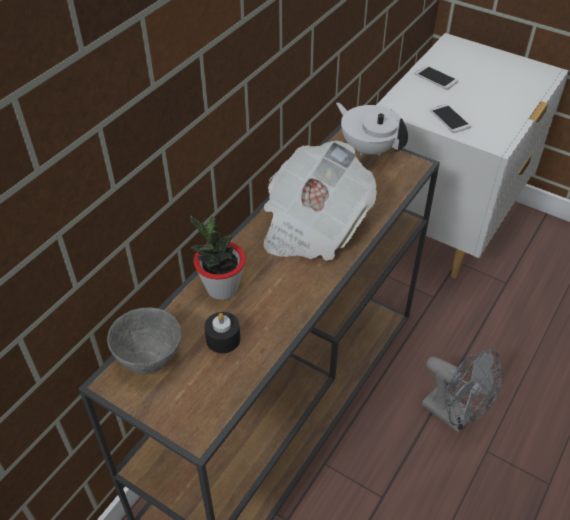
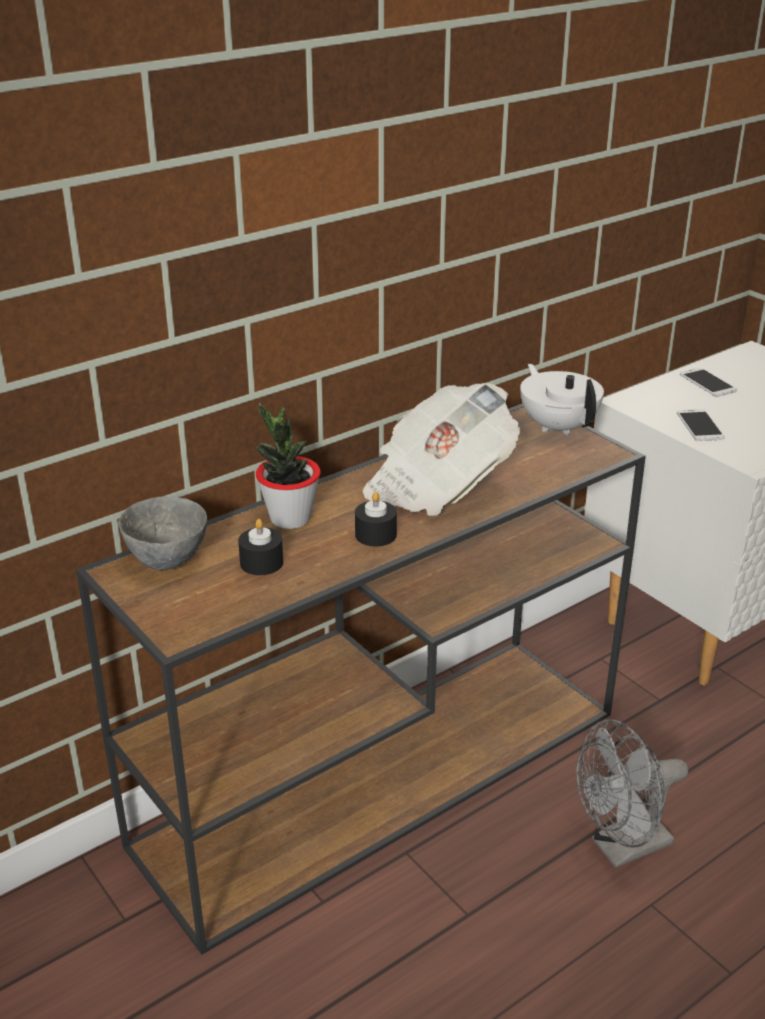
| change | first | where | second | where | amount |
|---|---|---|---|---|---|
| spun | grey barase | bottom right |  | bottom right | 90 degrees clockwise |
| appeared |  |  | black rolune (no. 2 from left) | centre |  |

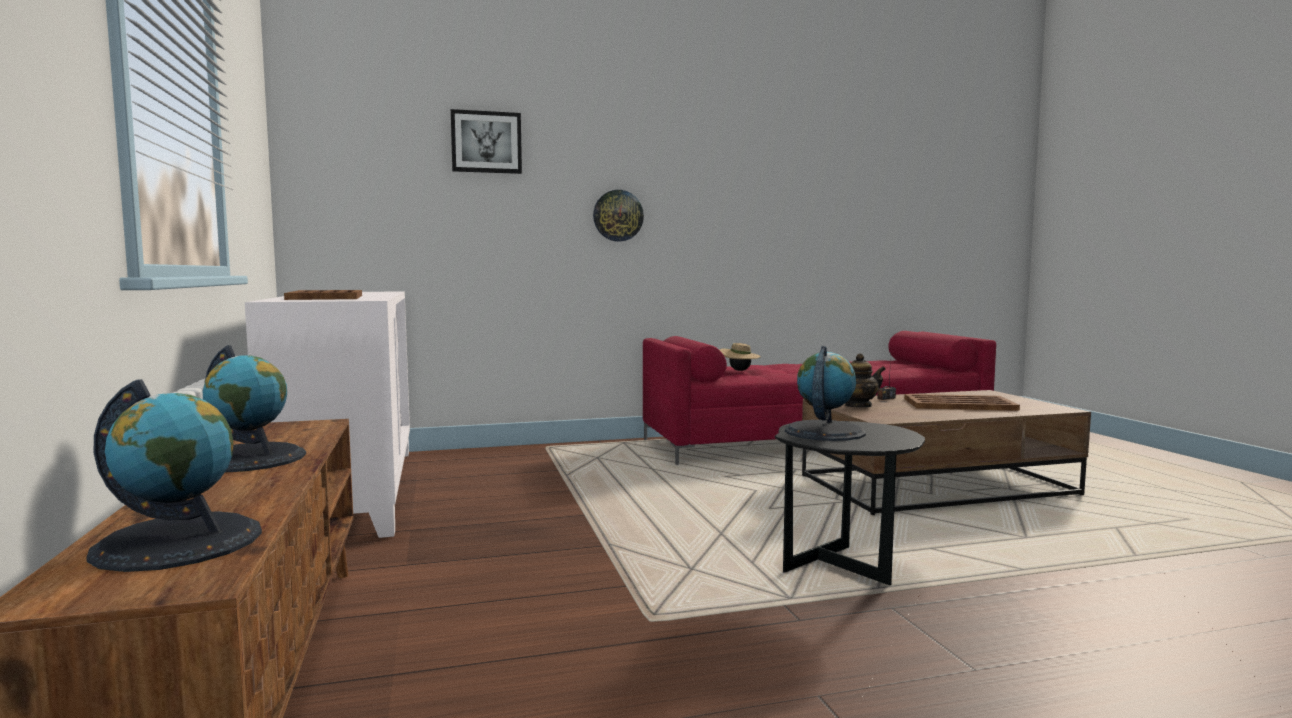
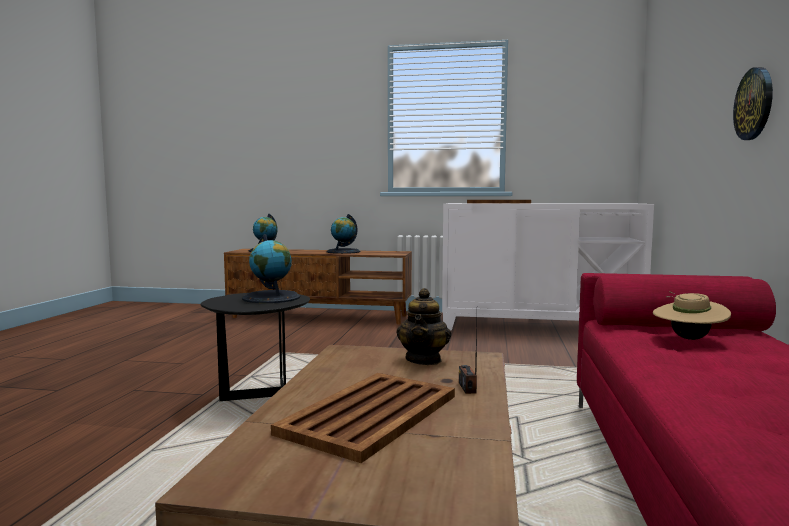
| change | first | where | second | where | amount |
|---|---|---|---|---|---|
| missing | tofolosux | top centre |  |  |  |

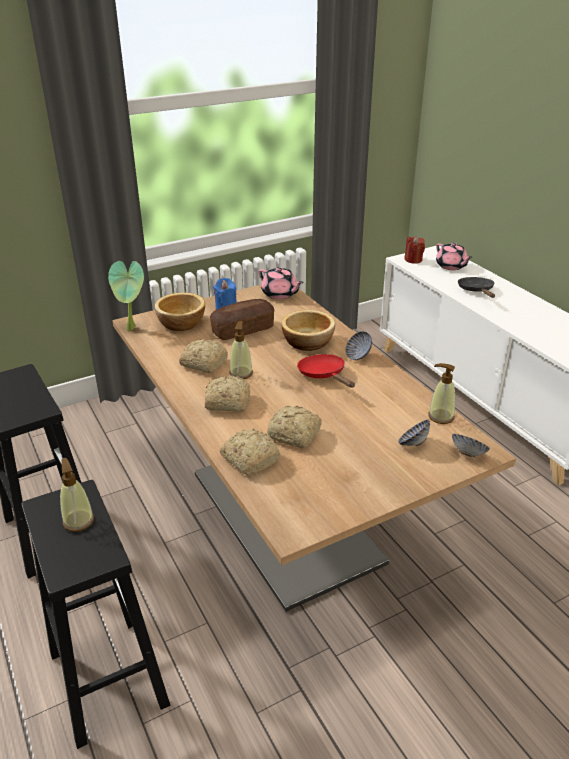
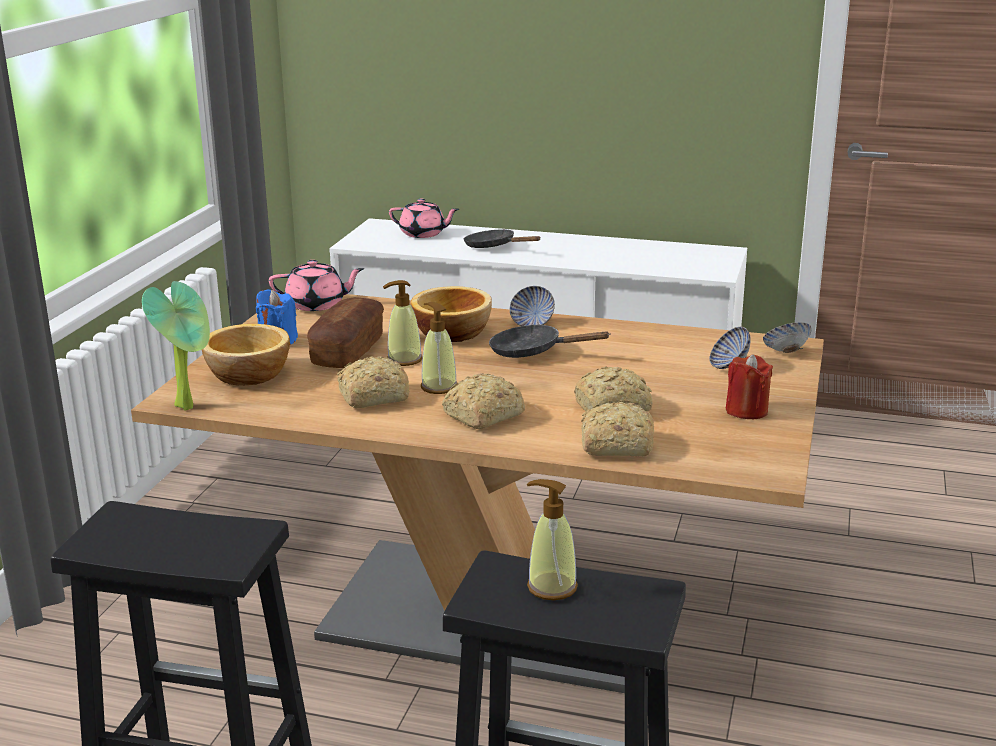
| change | first | where | second | where | amount |
|---|---|---|---|---|---|
| colour | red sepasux | centre | black sepasux (no. 2 from left) | centre |  |
| relocated | red rolune | top right |  | middle right |  |
| relocated | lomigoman (no. 3 from left in the first image) | middle right | lomigoman (no. 1 from left) | centre |  |

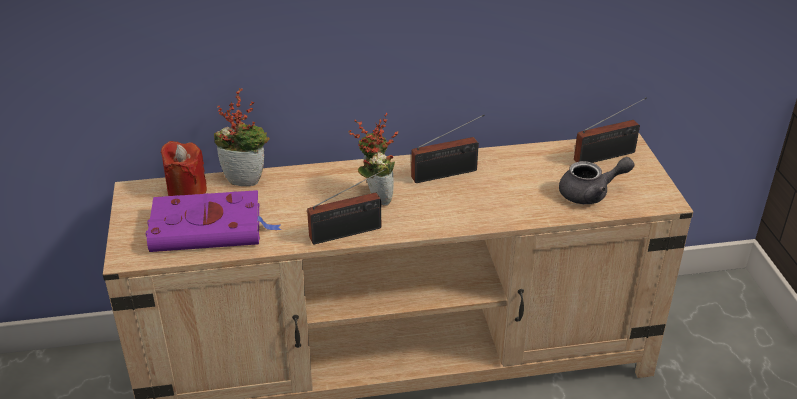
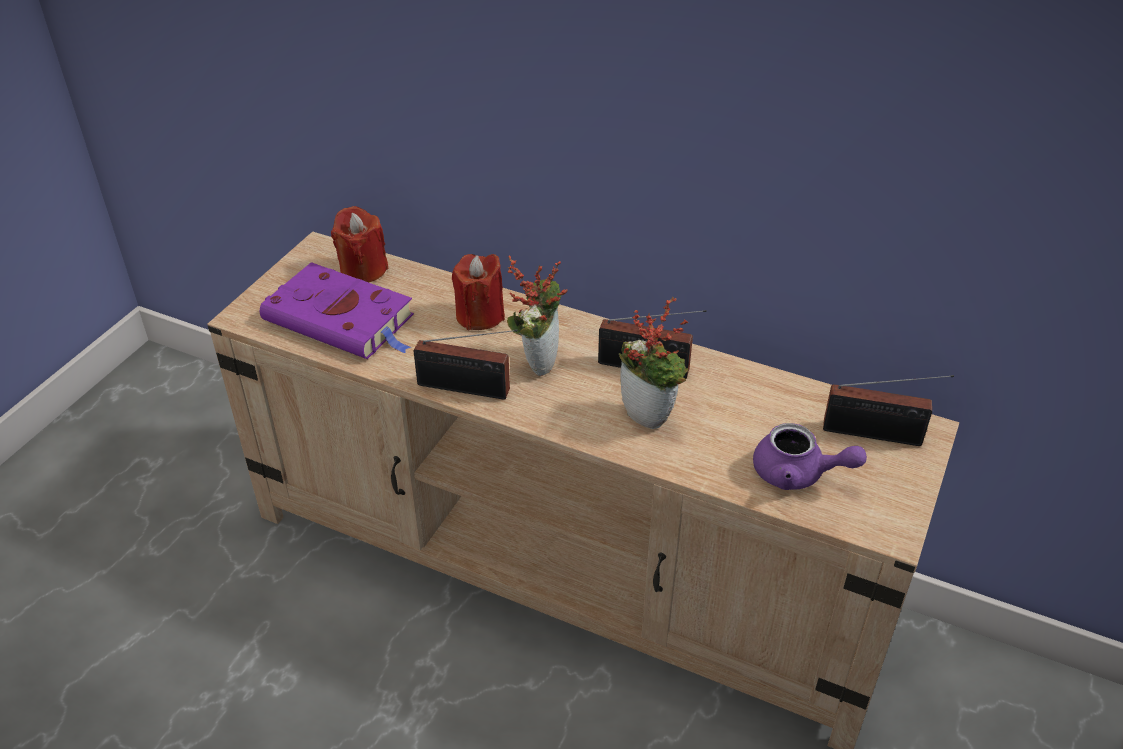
| change | first | where | second | where | amount |
|---|---|---|---|---|---|
| relocated | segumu (no. 1 from left in the first image) | middle left | segumu (no. 2 from left) | centre |  |
| colour | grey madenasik | middle right | purple madenasik | middle right |  |
| appeared |  |  | red rolune (no. 2 from left) | centre |  |

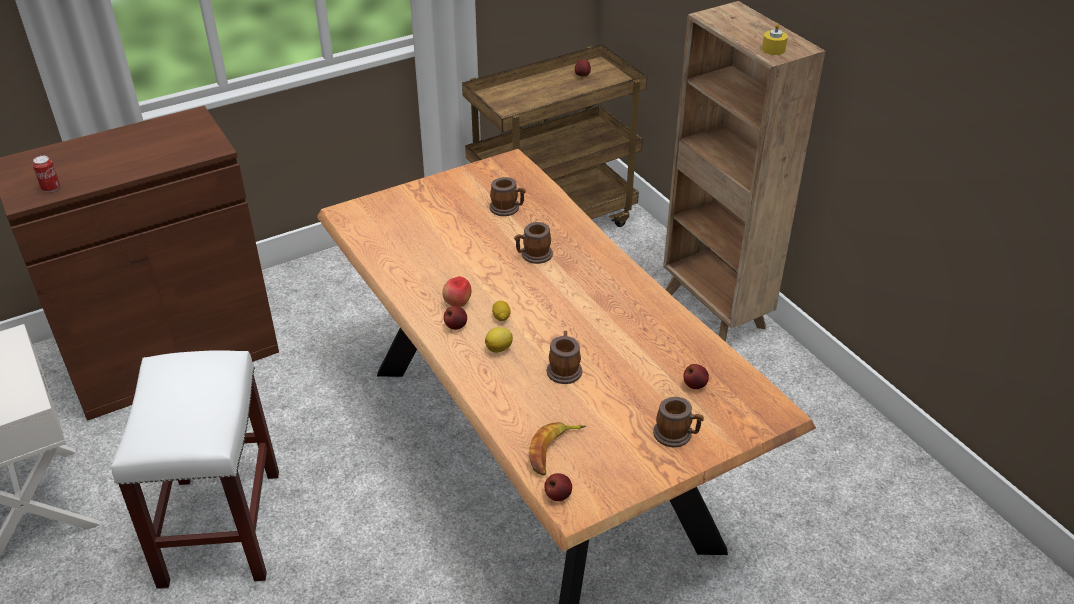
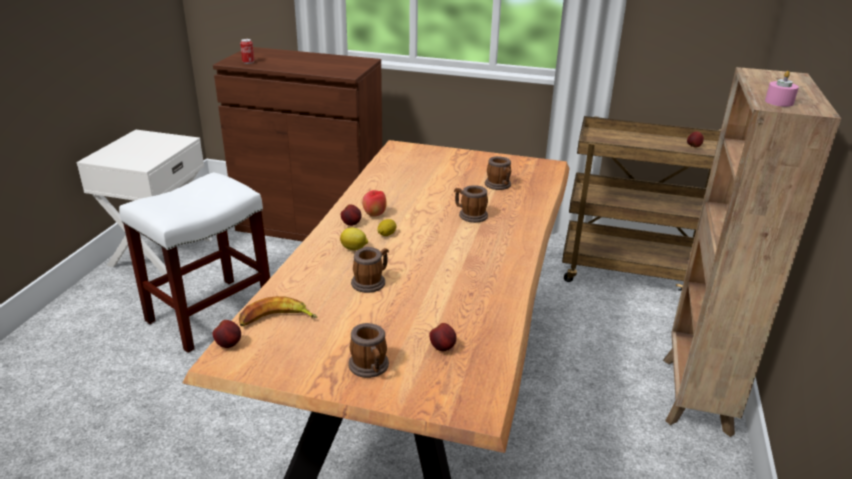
| change | first | where | second | where | amount |
|---|---|---|---|---|---|
| colour | yellow rolune | top right | pink rolune | top right |  |

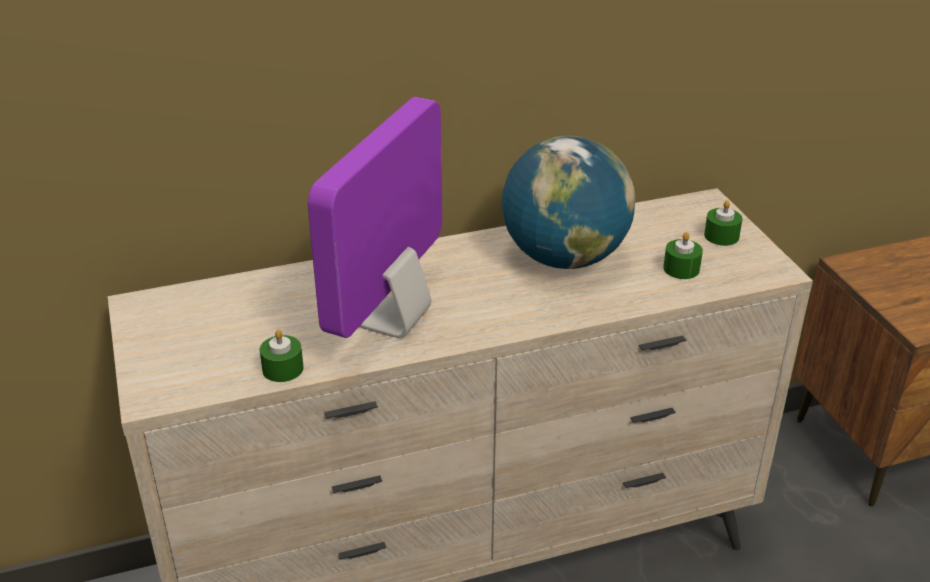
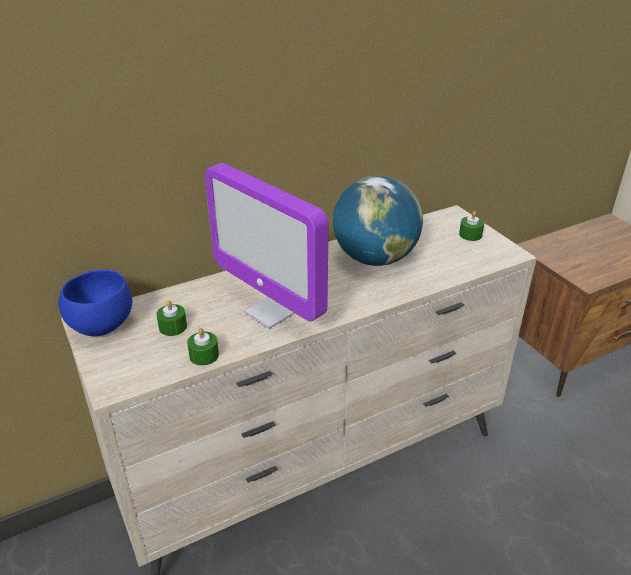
| change | first | where | second | where | amount |
|---|---|---|---|---|---|
| spun | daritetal | centre |  | centre | 60 degrees counterclockwise |
| relocated | green rolune (no. 2 from left in the first image) | middle right | green rolune (no. 1 from left) | middle left |  |
| appeared |  |  | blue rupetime | middle left |  |

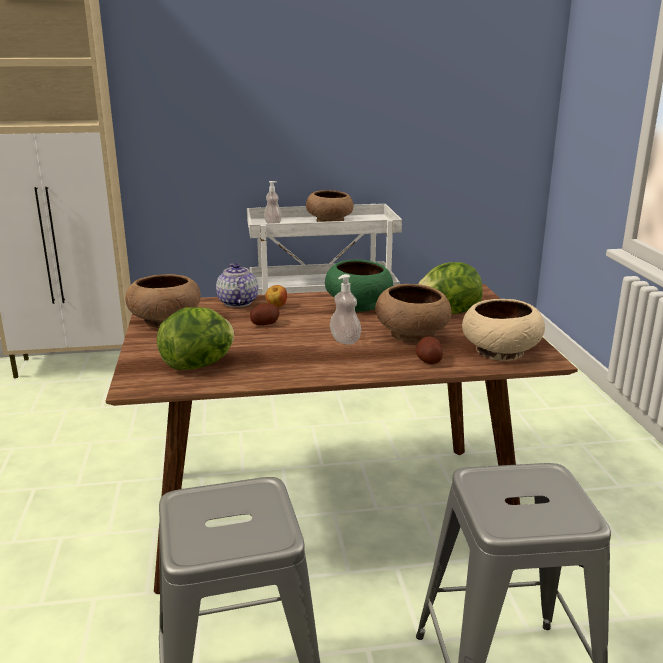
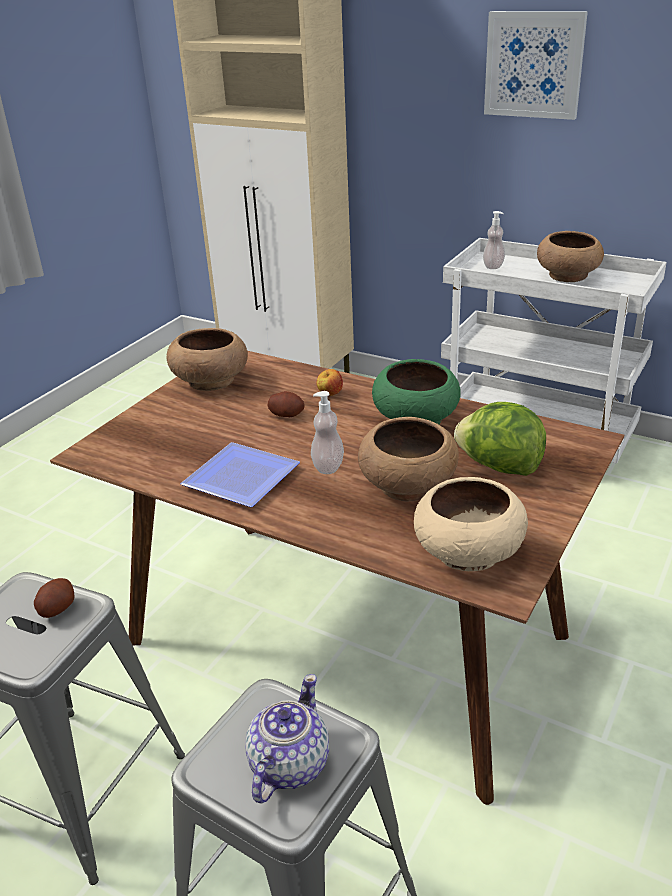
| change | first | where | second | where | amount |
|---|---|---|---|---|---|
| missing | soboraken (no. 1 from left) | middle left |  |  |  |
| relocated | madenasik | centre |  | bottom centre |  |
| relocated | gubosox (no. 2 from left in the first image) | centre | gubosox (no. 1 from left) | bottom left |  |
| appeared |  |  | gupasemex | centre |  |
| appeared |  |  | tofolosux | top right |  |

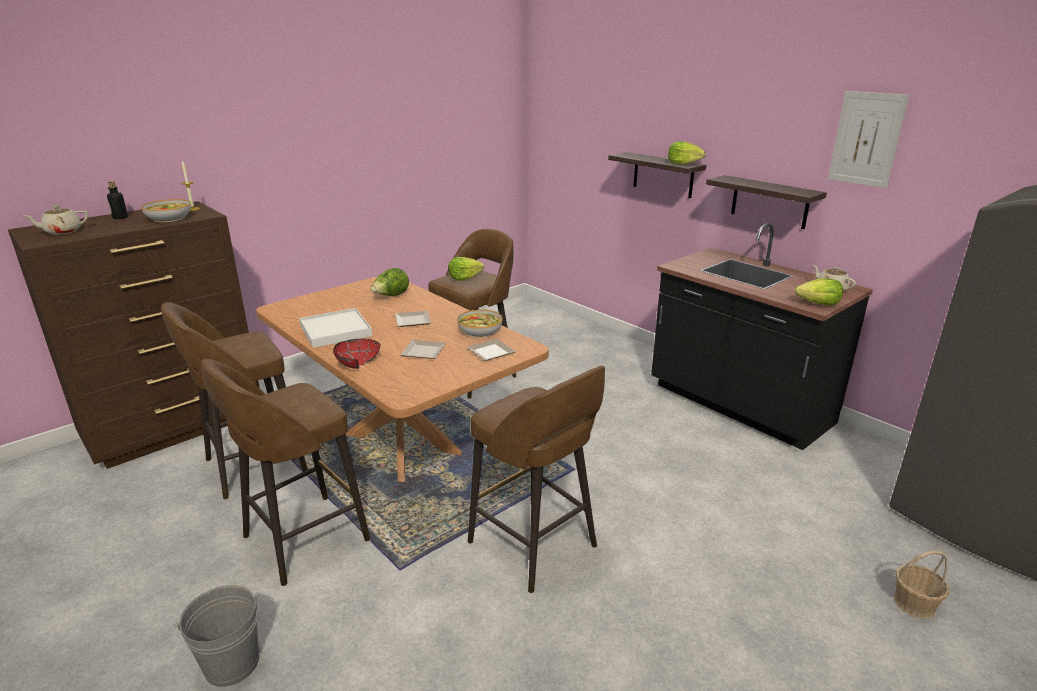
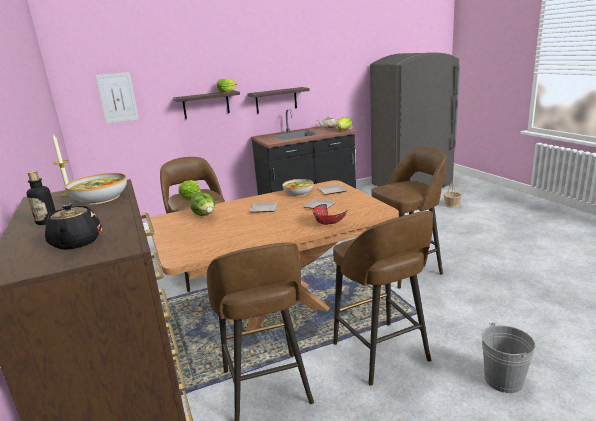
| change | first | where | second | where | amount |
|---|---|---|---|---|---|
| colour | beige madenasik (no. 1 from left) | top left | black madenasik | middle left |  |
| missing | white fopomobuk | middle left |  |  |  |
| relocated | tofolosux | top right |  | top left |  |

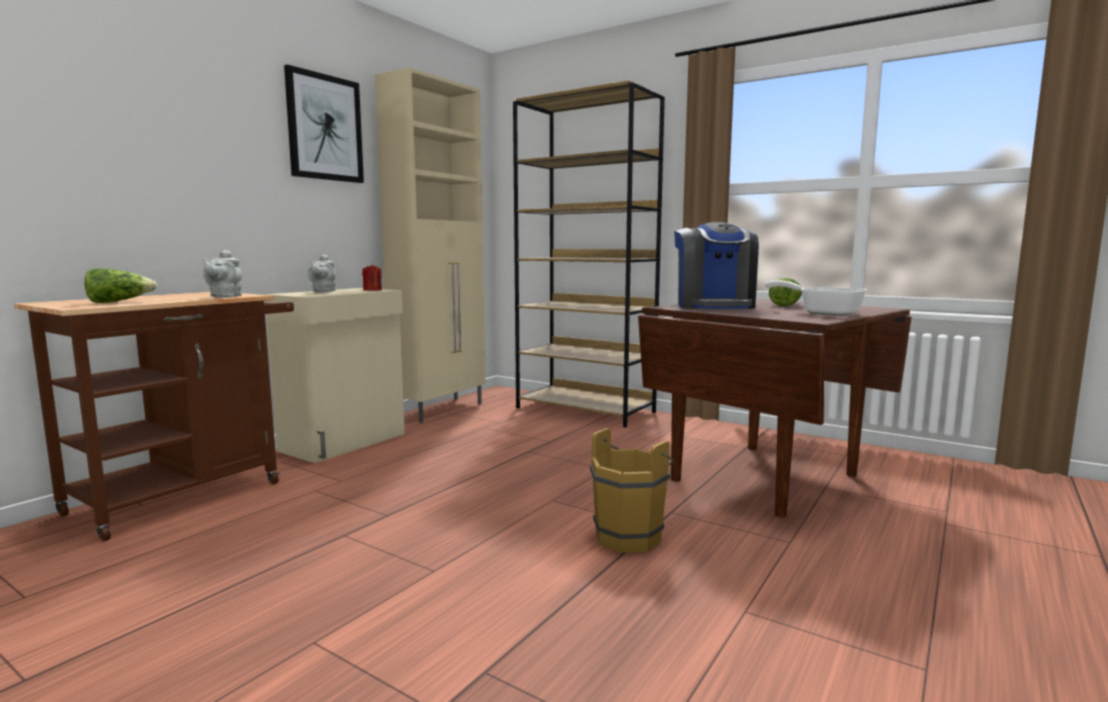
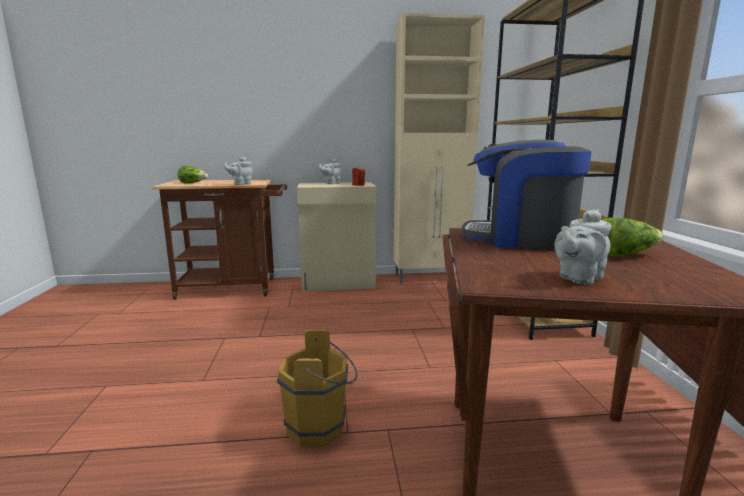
| change | first | where | second | where | amount |
|---|---|---|---|---|---|
| missing | tofolosux | top left |  |  |  |
| spun | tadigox | centre |  | middle right | 60 degrees clockwise |
| exchanged | sepasux | middle right | grey madenasik (no. 3 from left) | middle right |  |

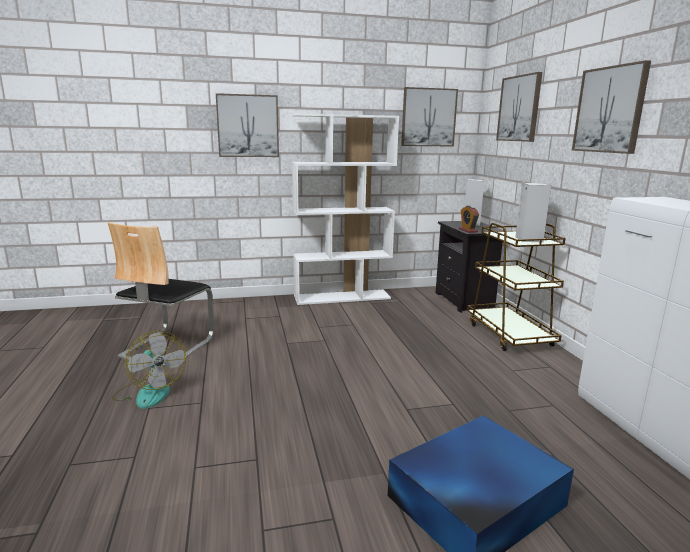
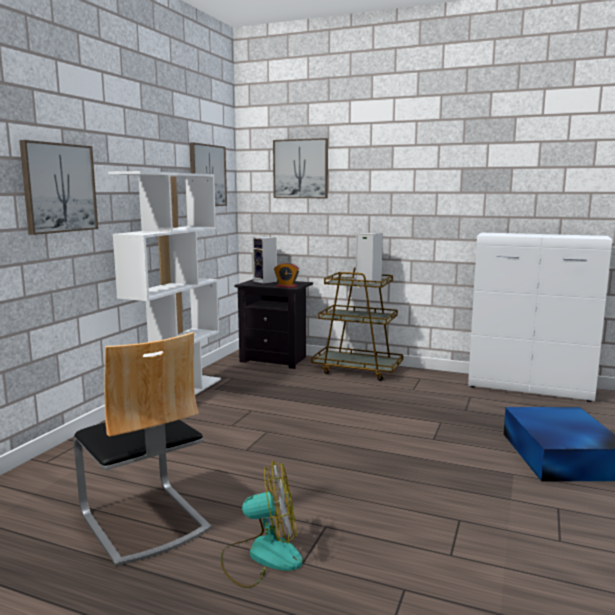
| change | first | where | second | where | amount |
|---|---|---|---|---|---|
| missing | tofolosux (no. 4 from left) | top right |  |  |  |

